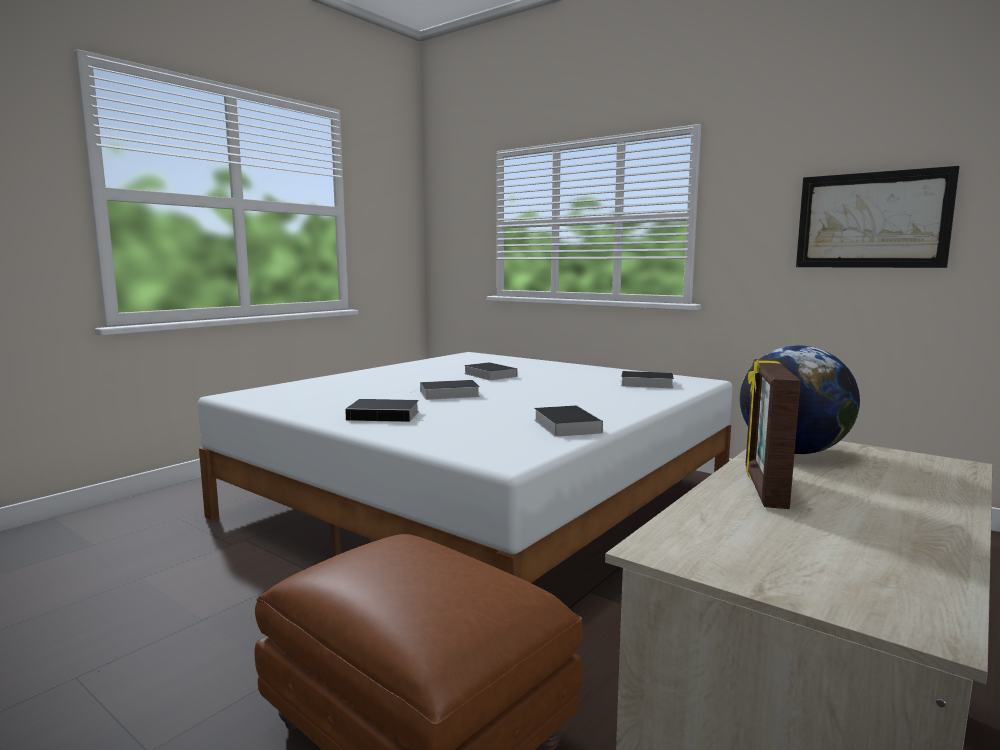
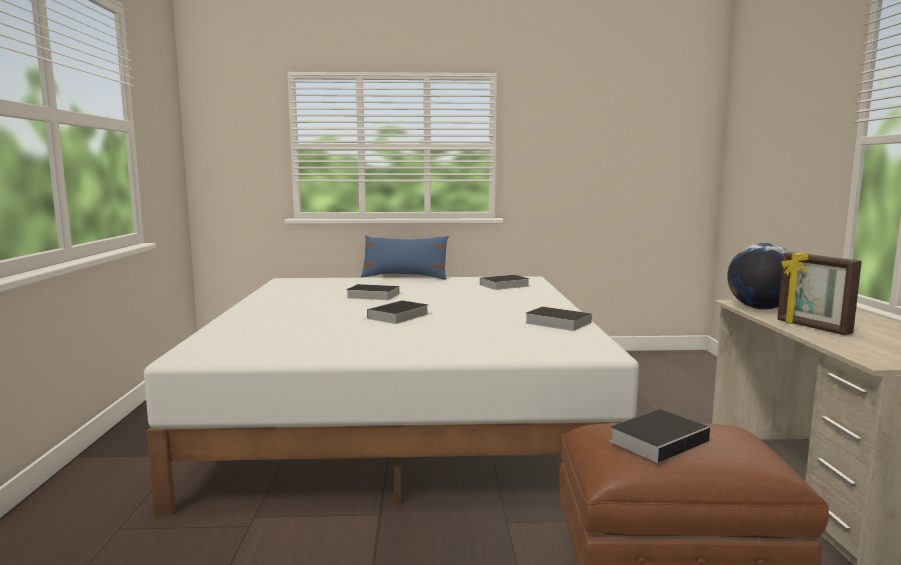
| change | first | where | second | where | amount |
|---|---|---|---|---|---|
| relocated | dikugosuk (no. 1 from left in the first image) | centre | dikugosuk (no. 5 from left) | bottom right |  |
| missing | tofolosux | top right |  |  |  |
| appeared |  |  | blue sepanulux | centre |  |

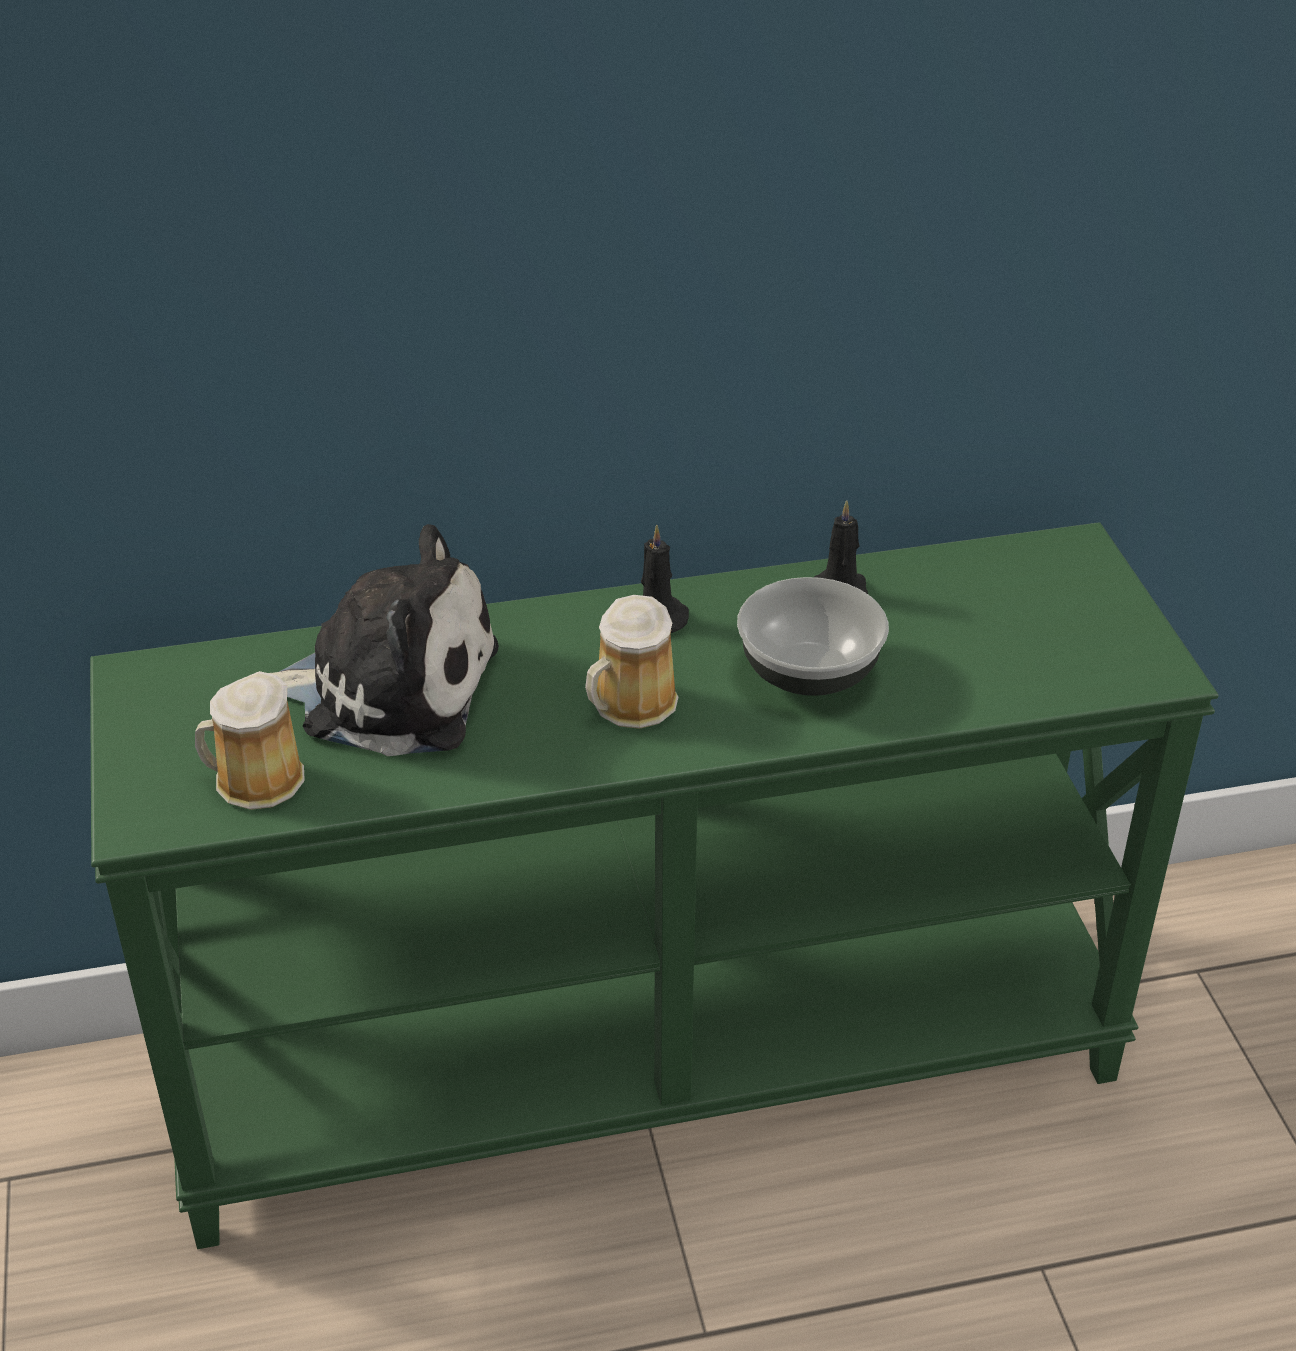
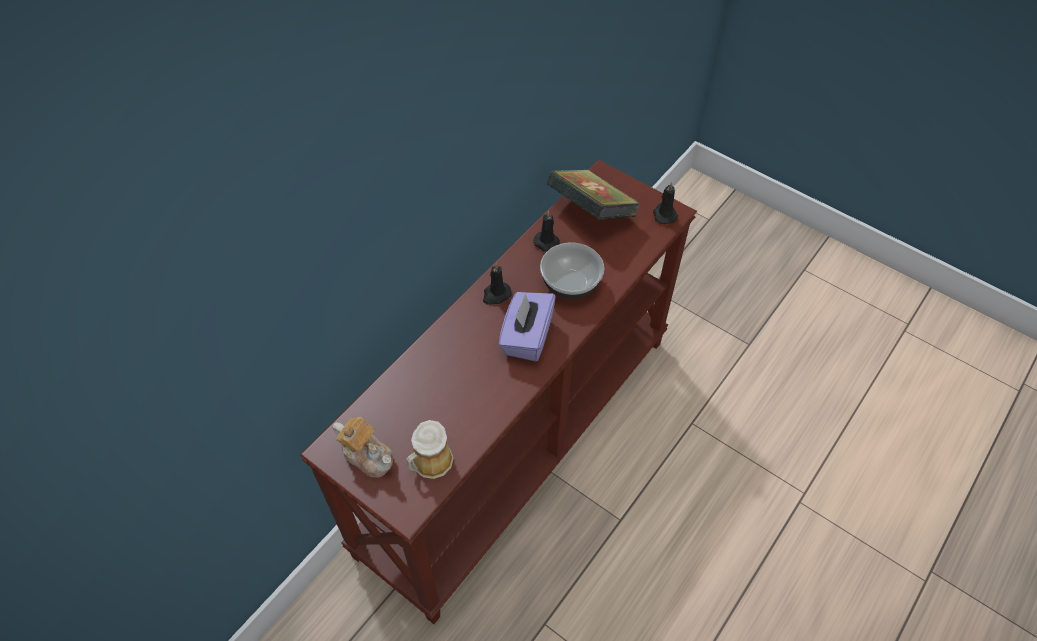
| change | first | where | second | where | amount |
|---|---|---|---|---|---|
| colour | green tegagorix | centre | brown tegagorix | centre |  |
| missing | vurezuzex | middle left |  |  |  |
| exchanged | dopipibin (no. 2 from left) | centre | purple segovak | centre |  |
| appeared |  |  | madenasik | bottom centre |  |
| appeared |  |  | dikugosuk | top centre |  |
| appeared |  |  | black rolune (no. 3 from left) | top centre |  |

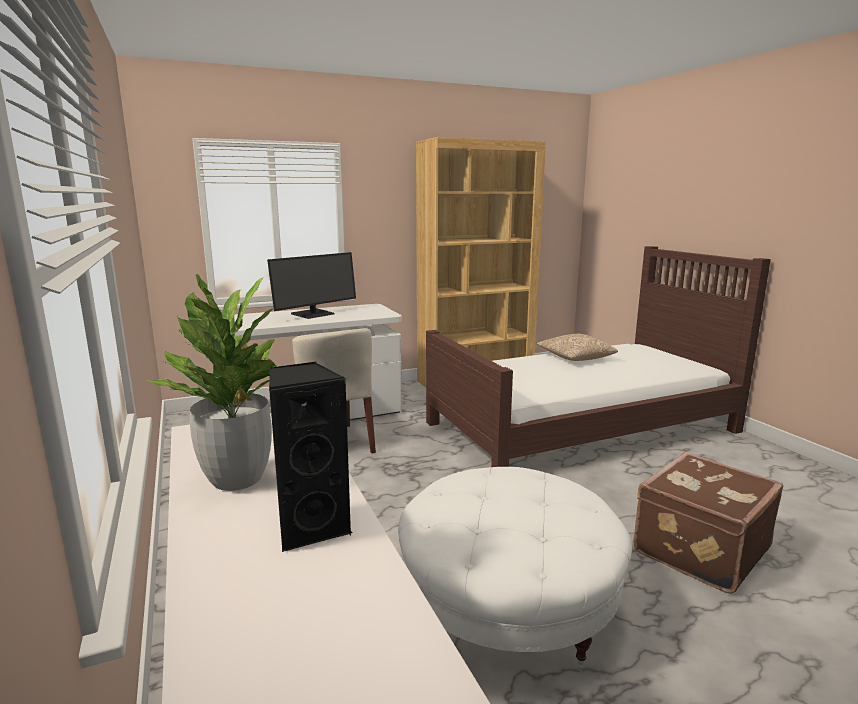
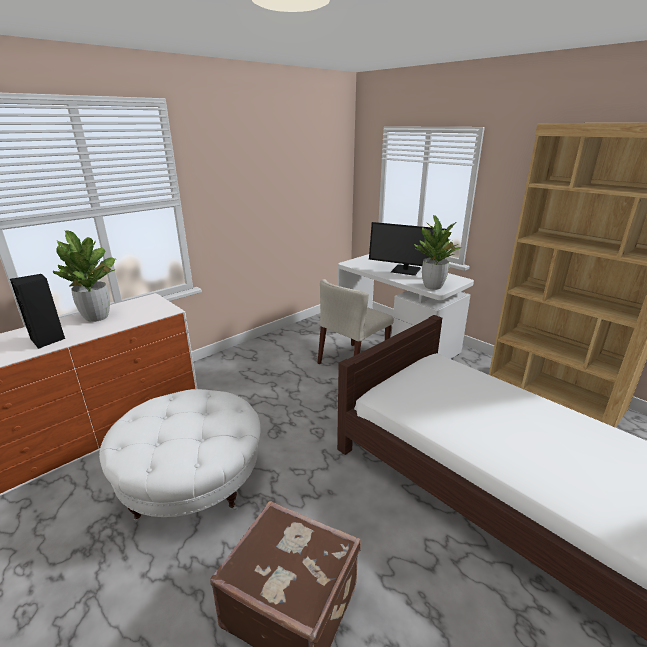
| change | first | where | second | where | amount |
|---|---|---|---|---|---|
| missing | sepanulux | middle right |  |  |  |
| appeared |  |  | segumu (no. 2 from left) | middle right |  |

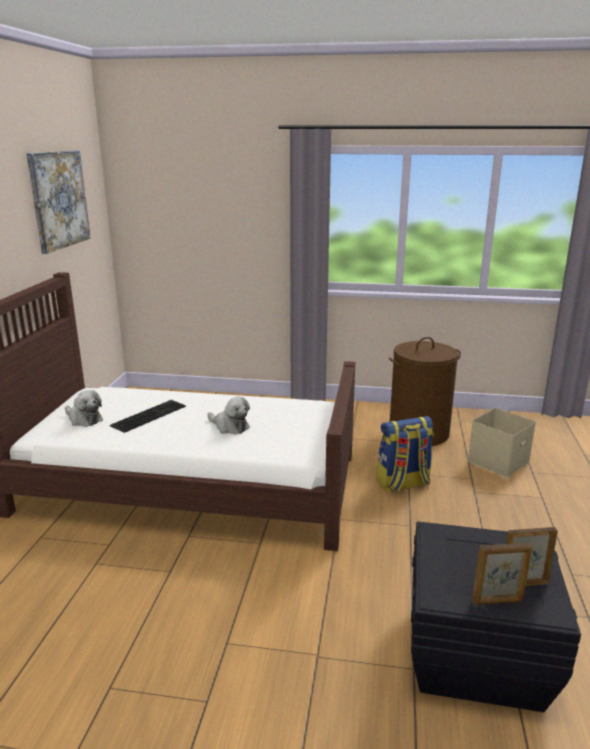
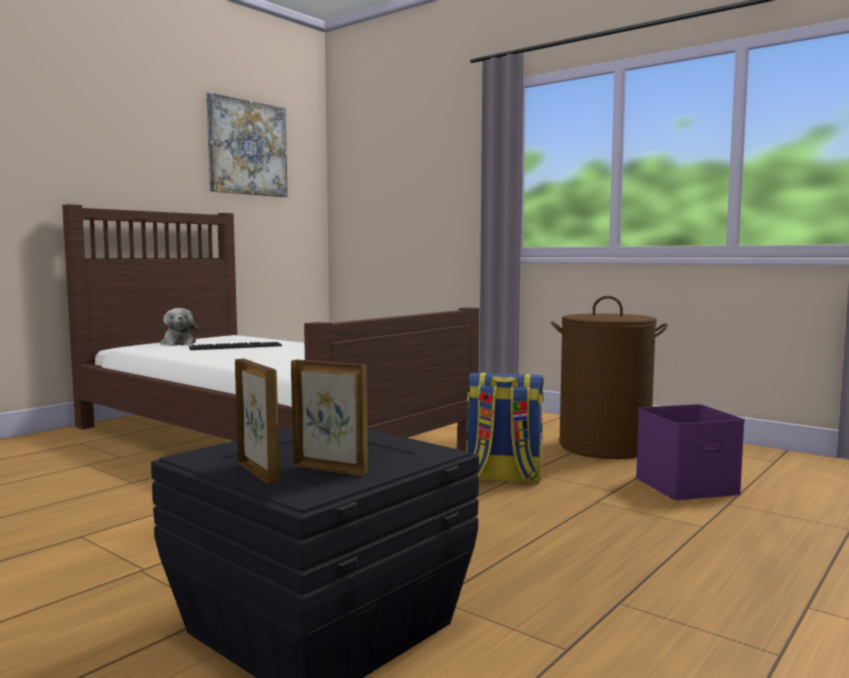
| change | first | where | second | where | amount |
|---|---|---|---|---|---|
| missing | vurezuzex (no. 2 from left) | centre |  |  |  |
| colour | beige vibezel | middle right | purple vibezel | bottom right |  |
| spun | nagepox (no. 1 from left) | bottom right |  | middle left | 150 degrees counterclockwise |

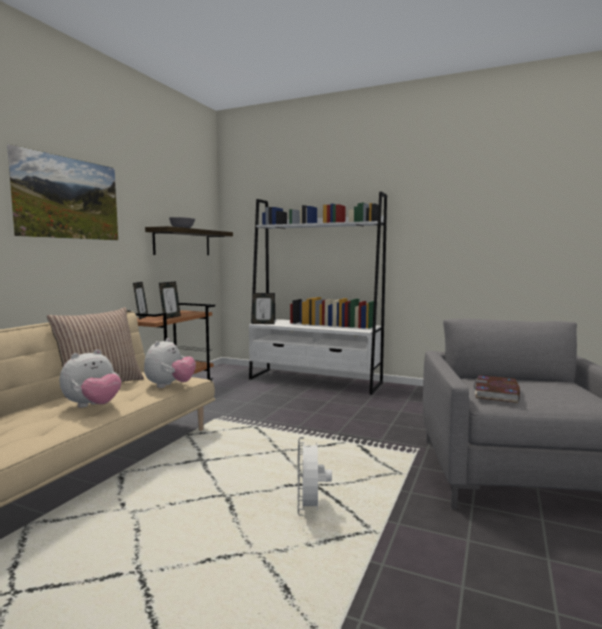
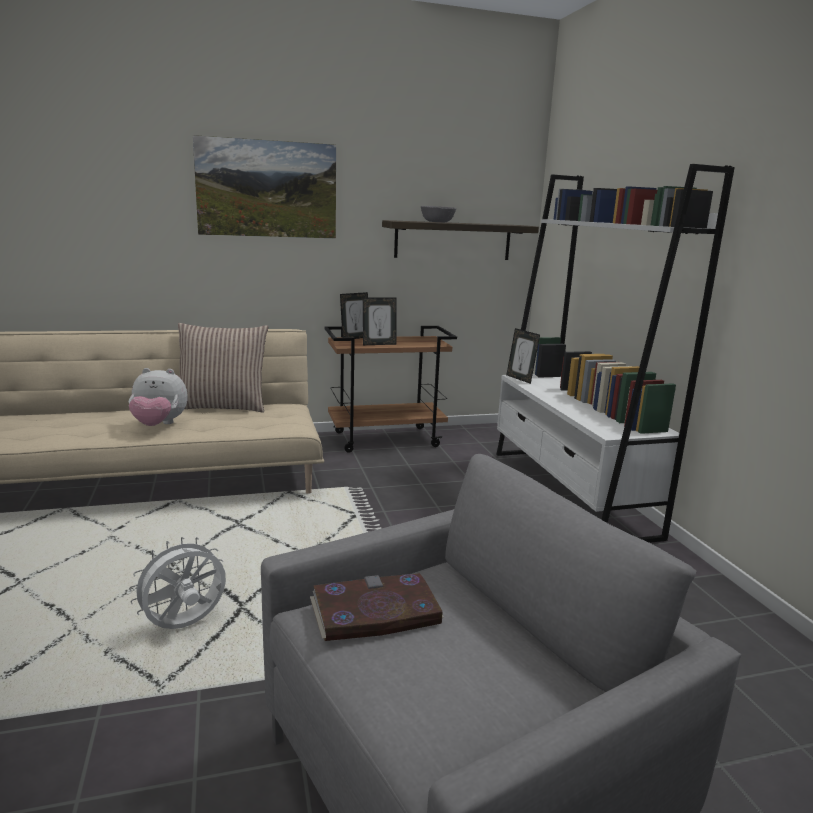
| change | first | where | second | where | amount |
|---|---|---|---|---|---|
| missing | vurezuzex (no. 2 from left) | middle left |  |  |  |

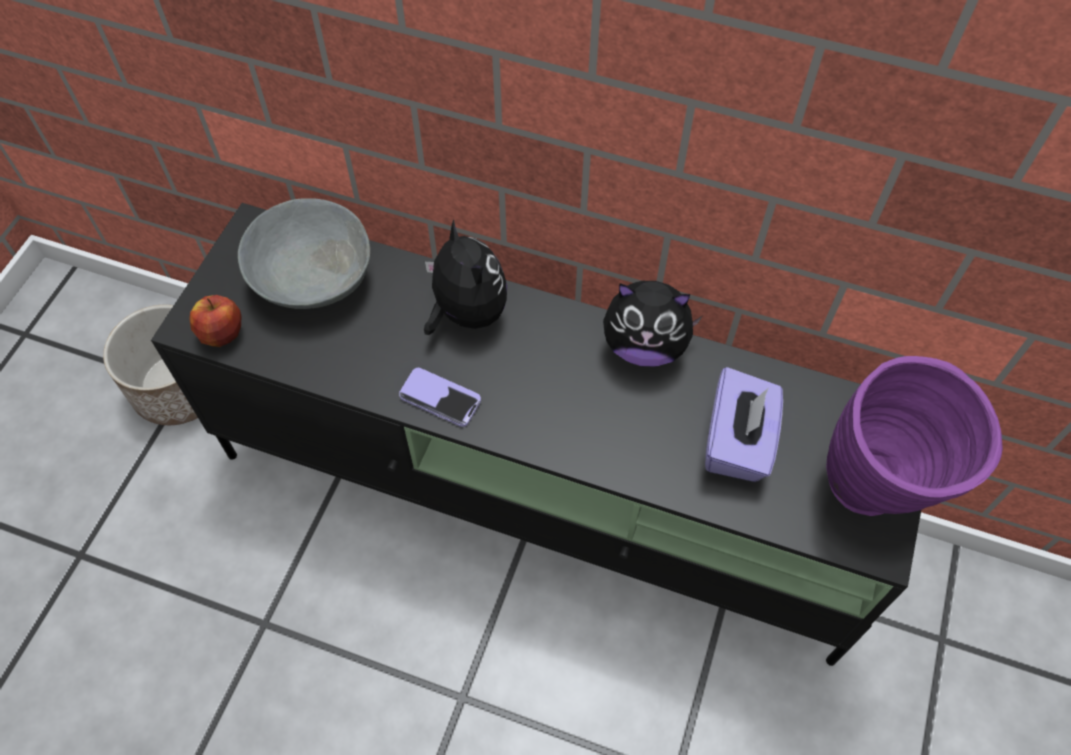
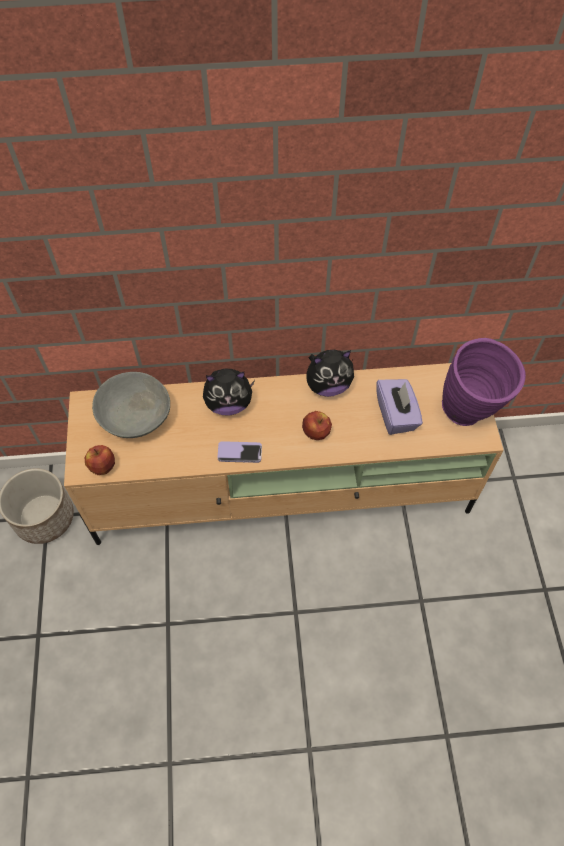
| change | first | where | second | where | amount |
|---|---|---|---|---|---|
| colour | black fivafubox | centre | beige fivafubox | centre |  |
| spun | vurezuzex (no. 1 from left) | centre |  | centre | 135 degrees clockwise |
| appeared |  |  | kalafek (no. 2 from left) | centre |  |

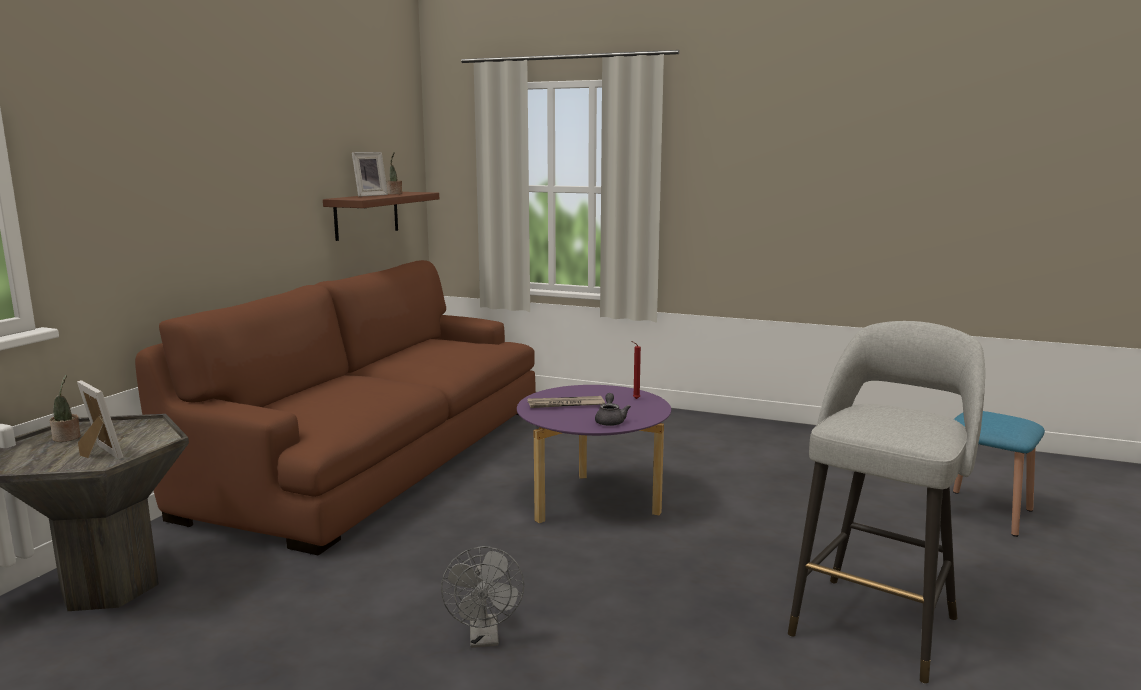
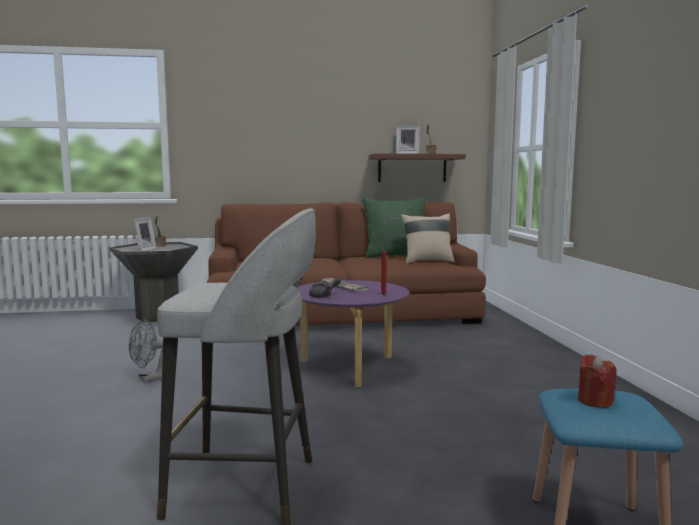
| change | first | where | second | where | amount |
|---|---|---|---|---|---|
| appeared |  |  | green sepanulux | centre |  |
| appeared |  |  | beige sepanulux | centre |  |
| appeared |  |  | red rolune (no. 2 from left) | bottom right |  |

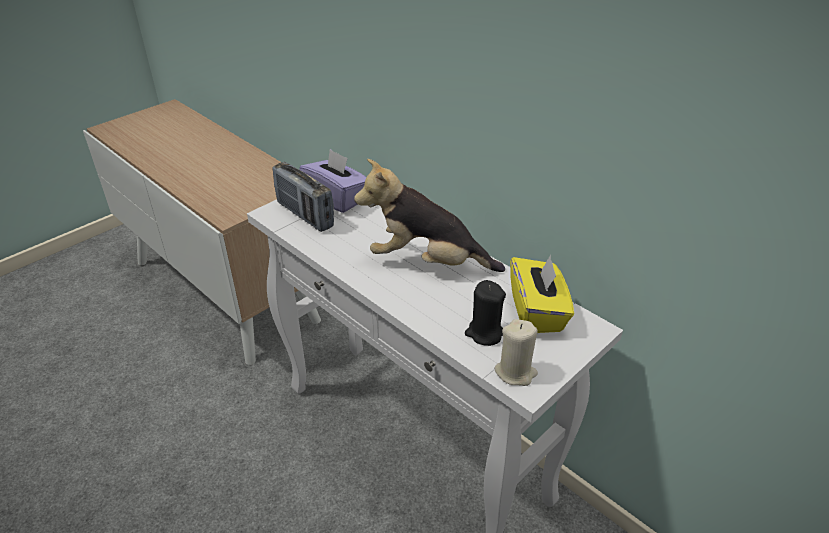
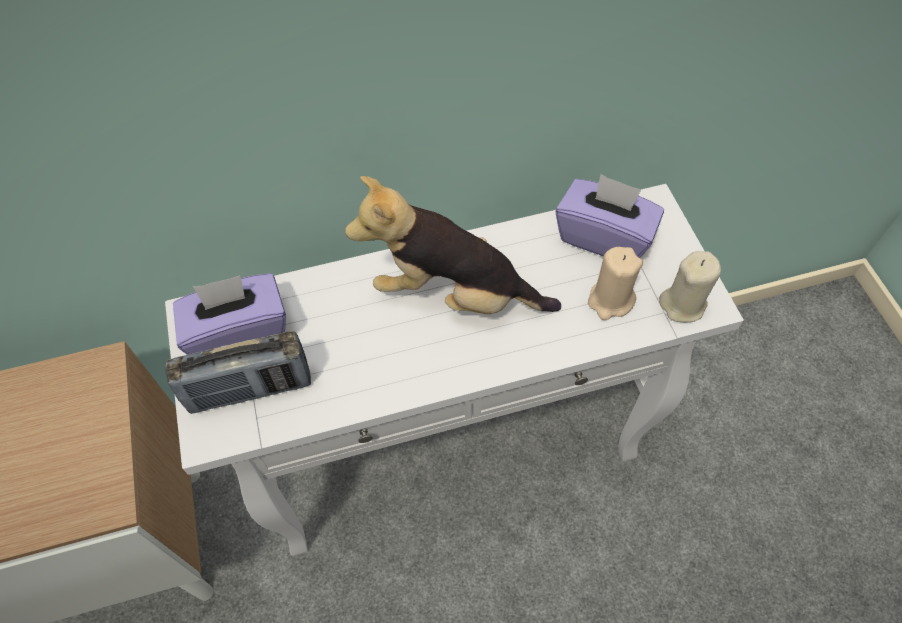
| change | first | where | second | where | amount |
|---|---|---|---|---|---|
| spun | vurezuzex | centre |  | centre | 60 degrees clockwise |
| colour | black rolune | centre | beige rolune (no. 1 from left) | middle right |  |
| colour | yellow segovak | centre | purple segovak (no. 2 from left) | middle right |  |

